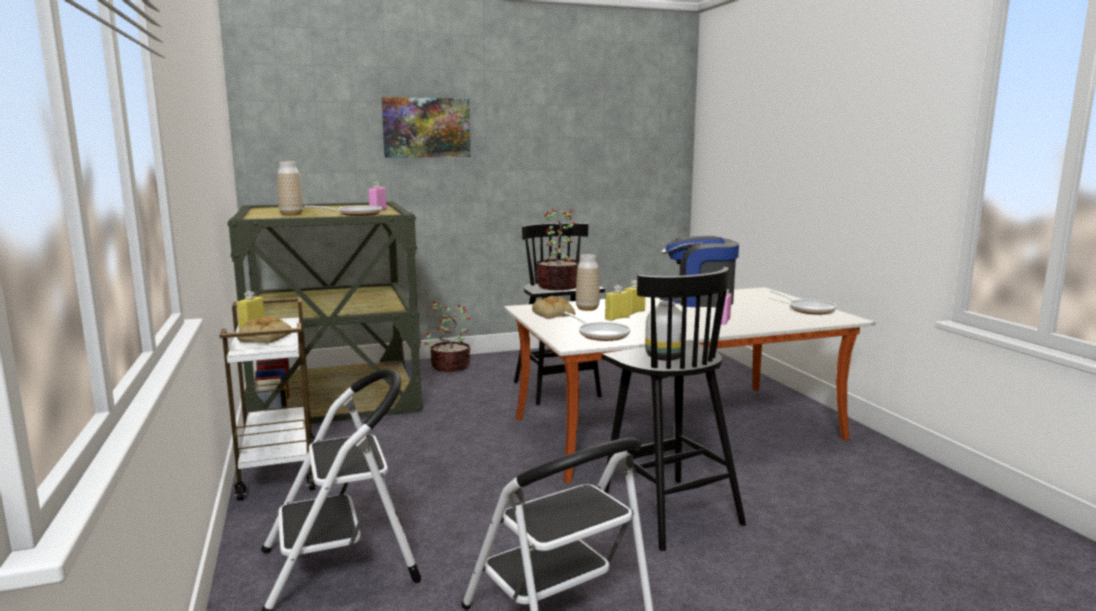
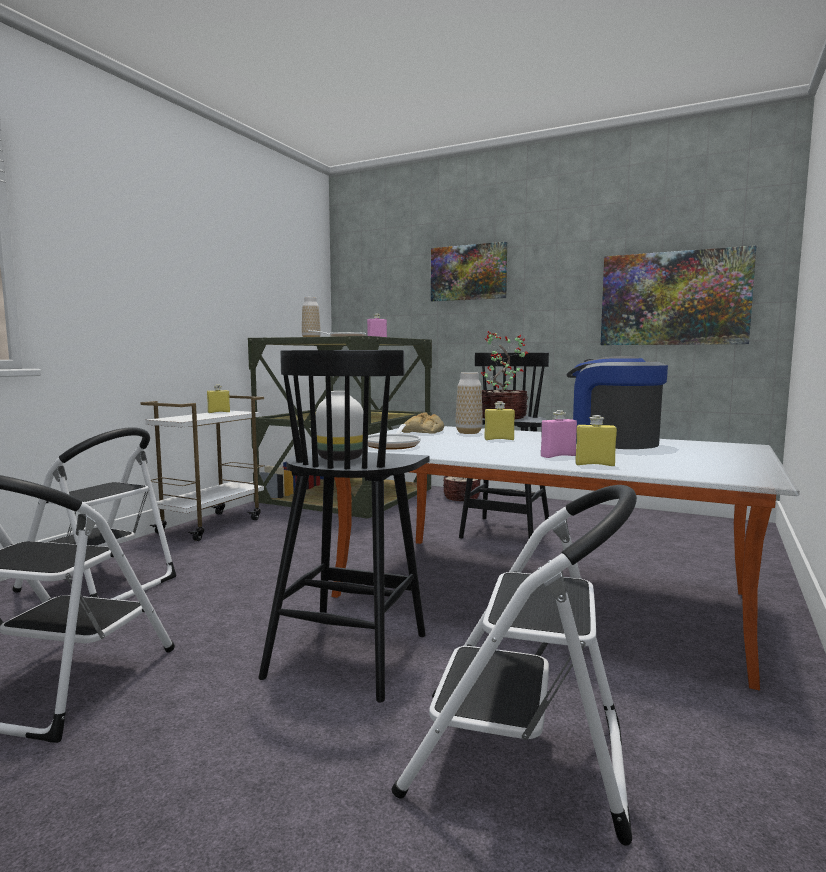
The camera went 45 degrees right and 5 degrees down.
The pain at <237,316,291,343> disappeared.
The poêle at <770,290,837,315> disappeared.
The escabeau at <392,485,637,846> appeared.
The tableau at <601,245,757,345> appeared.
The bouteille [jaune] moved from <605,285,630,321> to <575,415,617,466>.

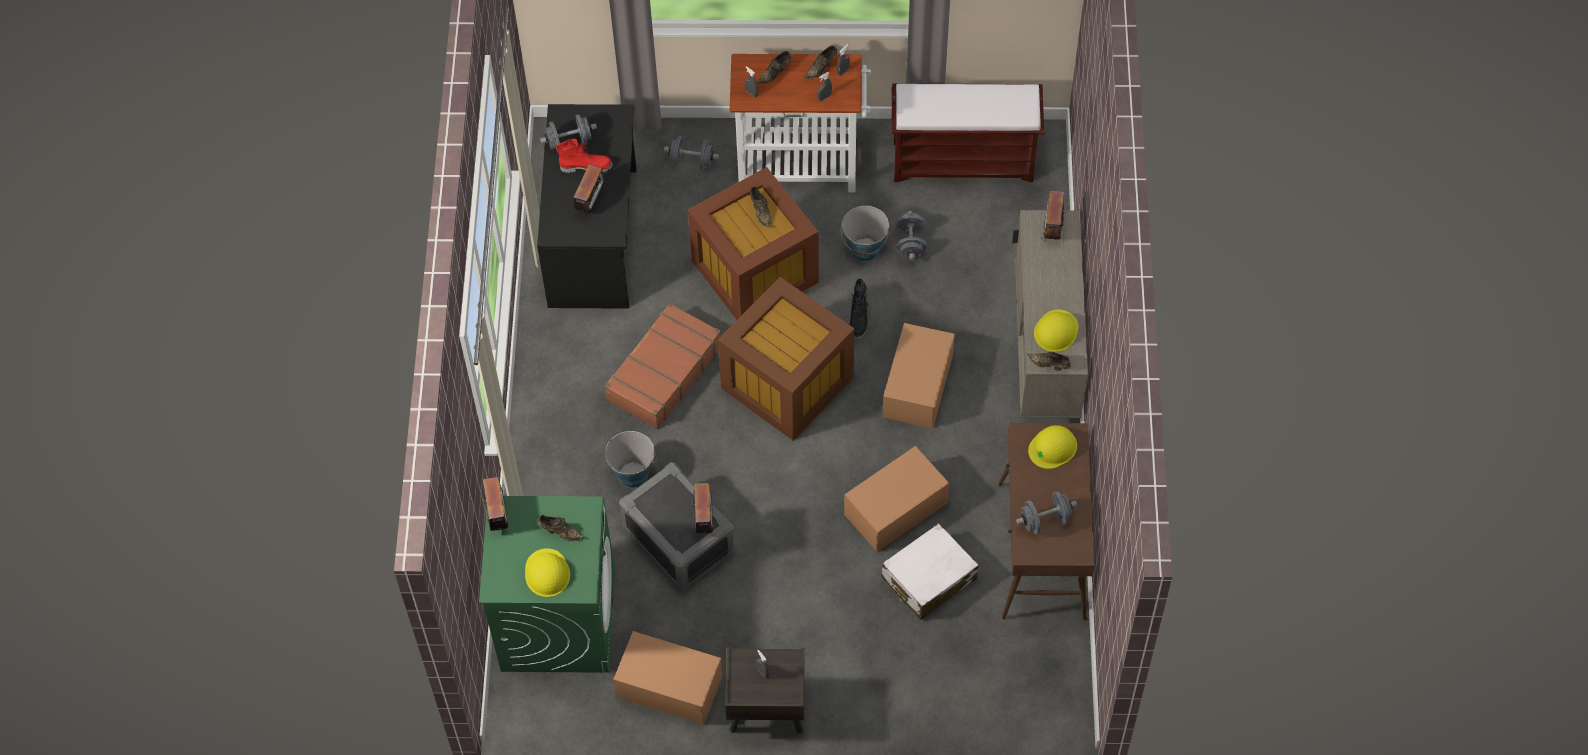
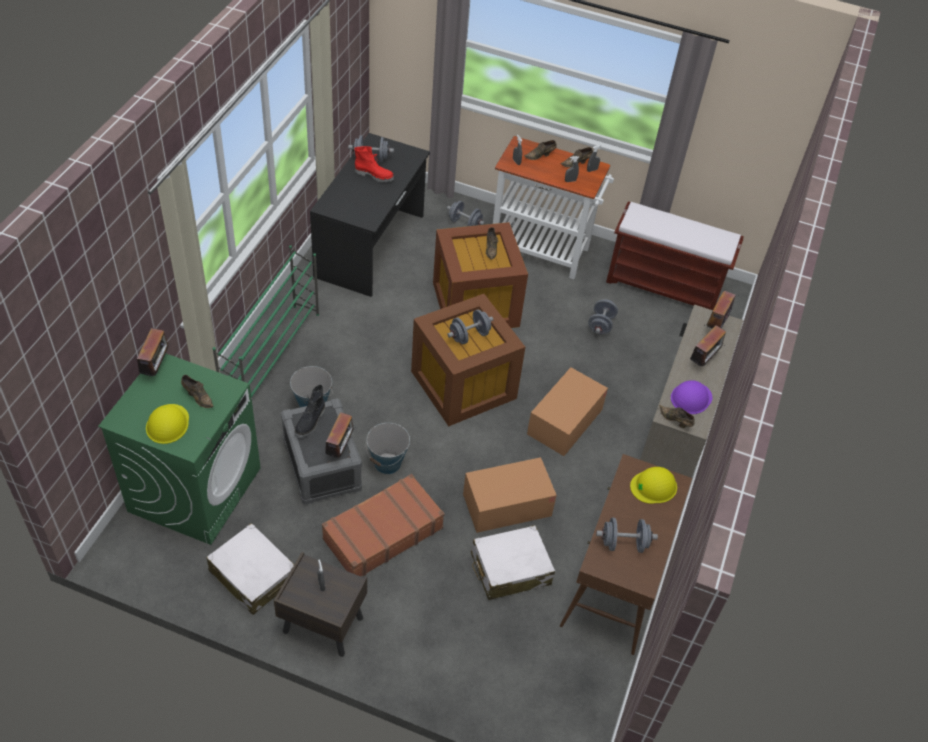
The camera went 15 degrees right and 10 degrees down.
The étagère à chaussures [vert] at <212,245,319,398> appeared.
The haltère [gris] at <447,310,493,344> appeared.
The radio moved from <574,164,605,214> to <690,325,726,367>.
The valise [marron] moved from <605,303,721,430> to <322,474,445,576>.
The seau moved from <841,206,889,262> to <366,423,410,474>.
The botte [noir] moved from <849,278,869,340> to <294,385,325,438>.
The carton at <613,631,723,725> was replaced by the valise [blanc] at <206,523,294,615>.
The casque de chantier [jaune] at <1034,310,1079,352> became the casque de chantier [violet] at <671,380,712,414>.

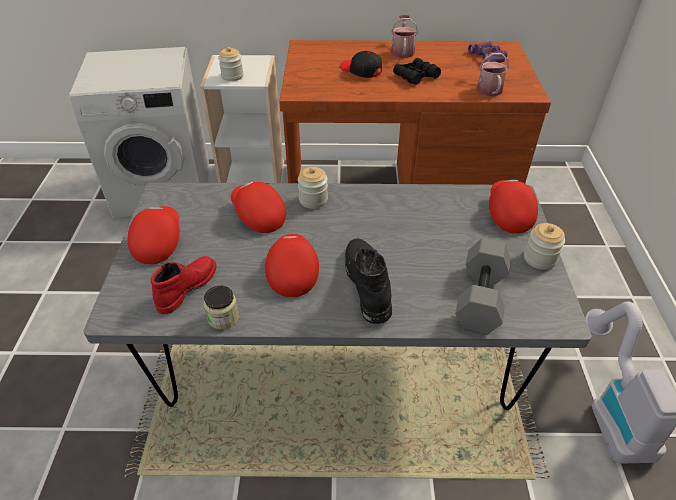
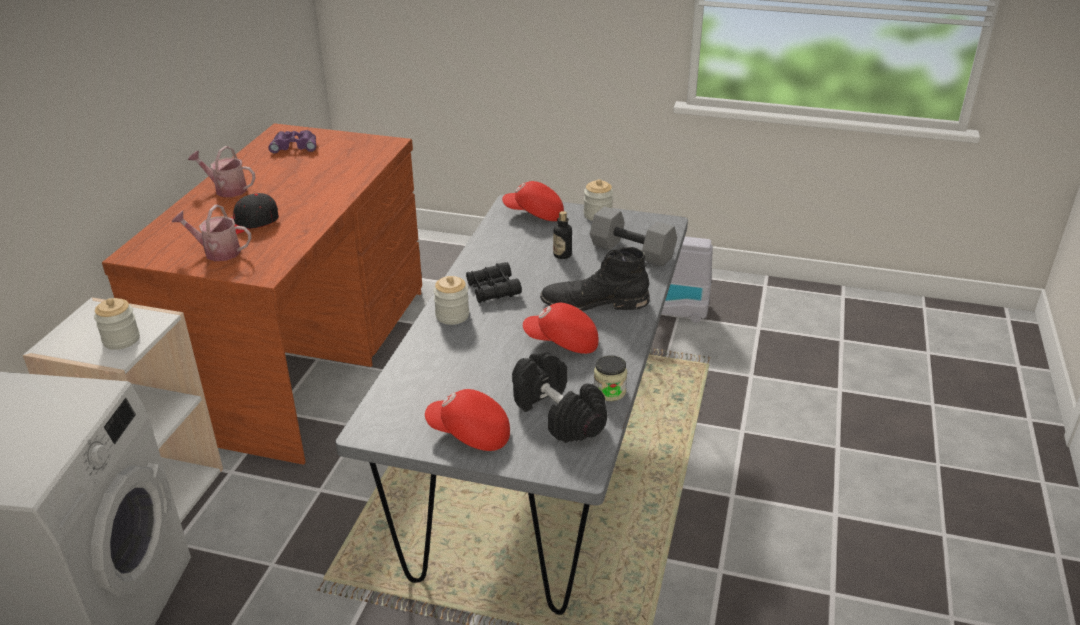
The camera went 75 degrees left and 10 degrees down.
The casquette [rouge] at <231,182,286,233> disappeared.
The bouteille at <553,211,572,259> appeared.
The jumelles [noir] moved from <393,58,441,85> to <466,262,522,303>.
The arrosoir moved from <477,48,509,96> to <172,204,252,261>.
The botte [rouge] at <151,256,217,314> was replaced by the haltère [noir] at <512,351,607,443>.

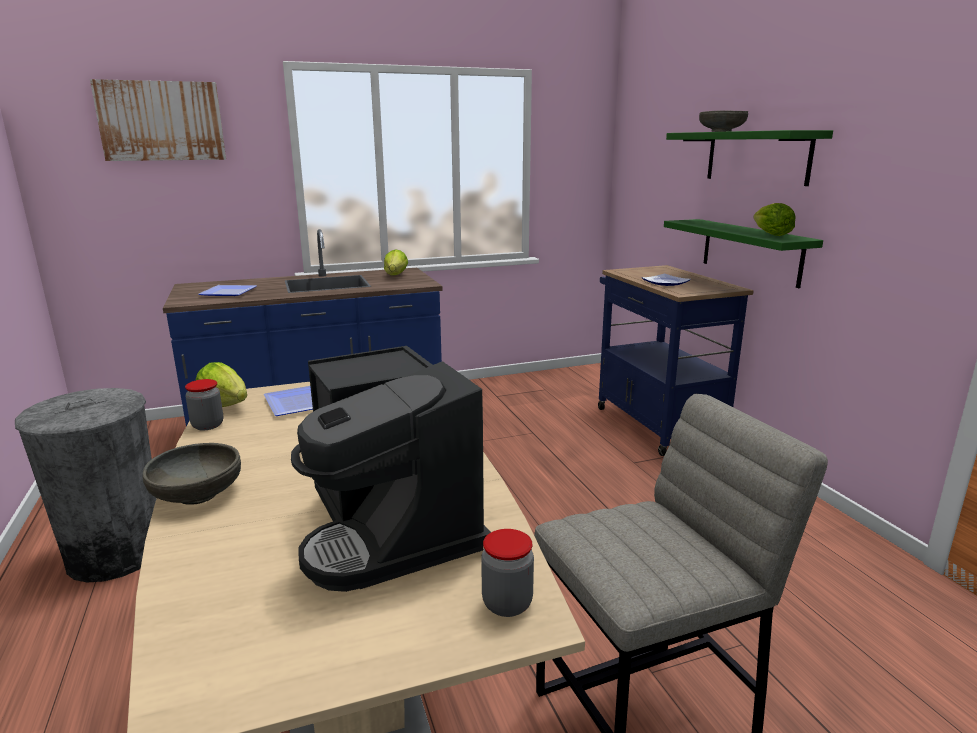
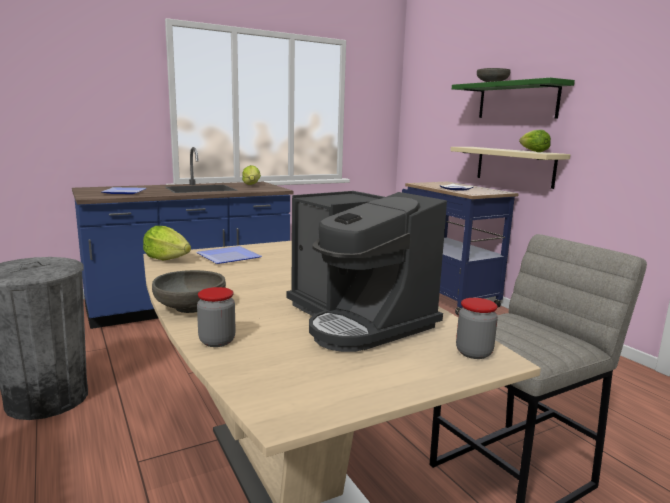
The camera went 10 degrees left and 5 degrees down.
The tableau at <90,79,226,161> disappeared.
The bocal moved from <185,379,223,431> to <197,287,236,347>.
The étagère [vert] at <664,219,823,288> became the étagère [beige] at <450,147,570,189>.

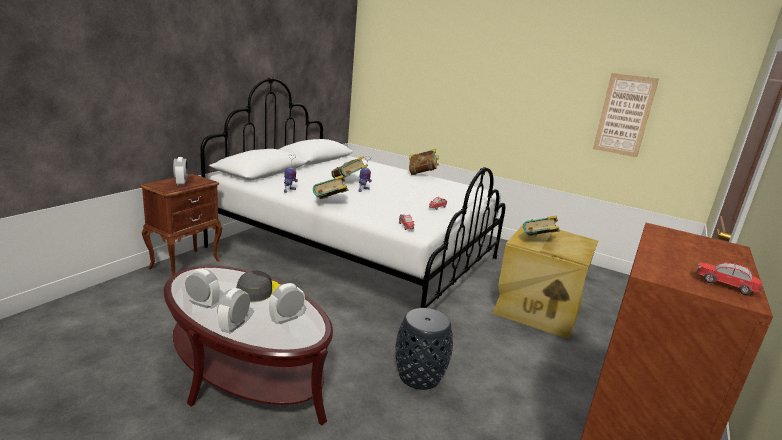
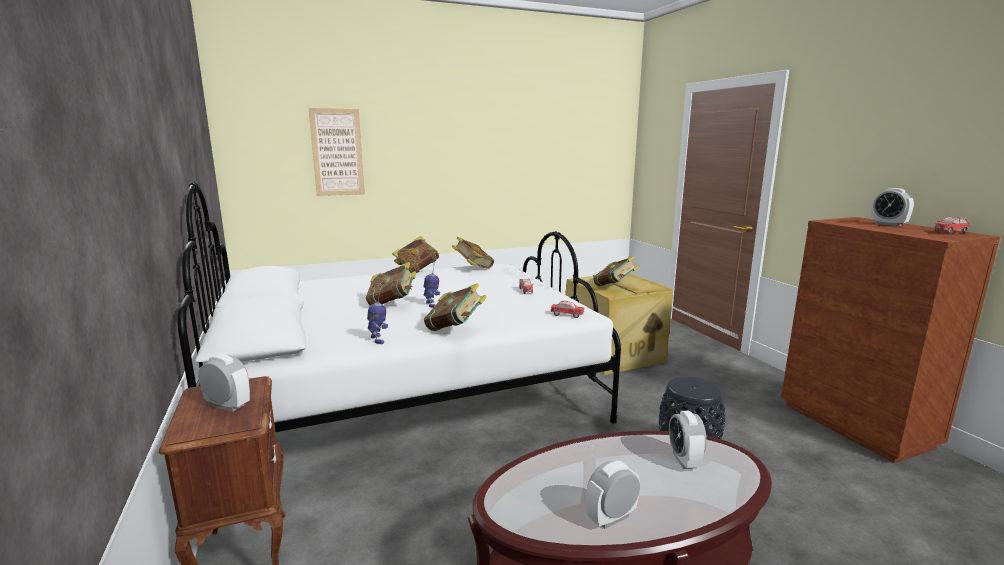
The camera went 50 degrees left and 5 degrees down.
The casquette [gris] at <236,270,280,302> disappeared.
The livre at <452,237,494,269> appeared.
The réveil moved from <217,288,250,332> to <871,188,914,226>.
The tableau moved from <593,73,659,157> to <309,108,365,196>.

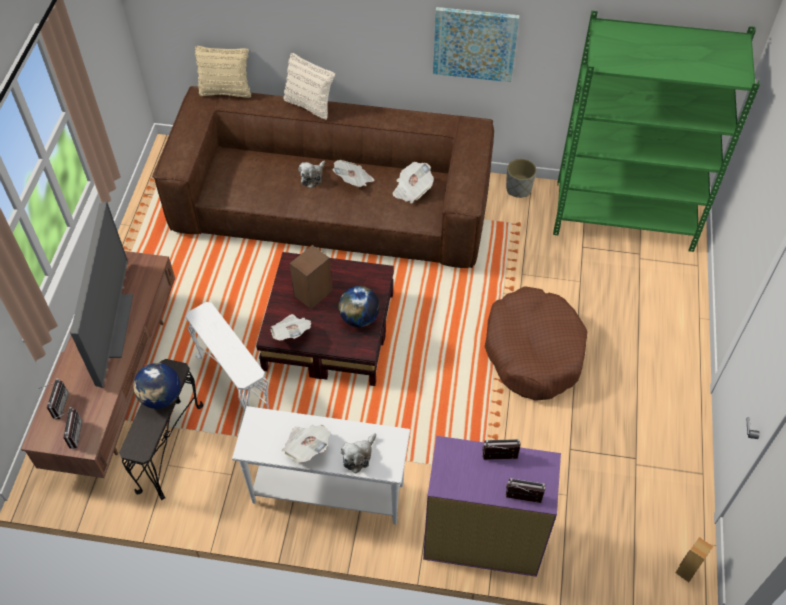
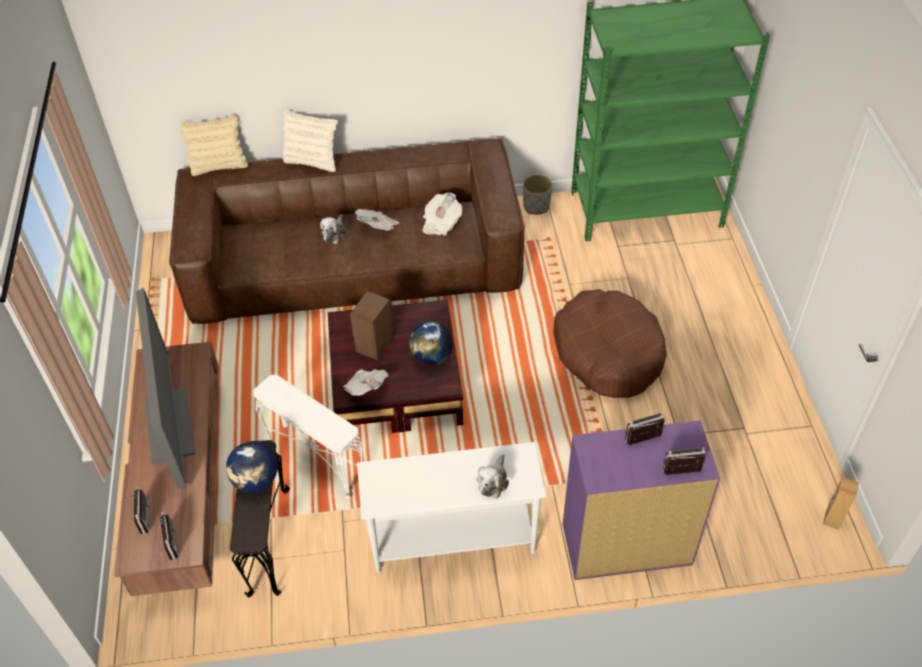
The camera went 15 degrees left and 5 degrees down.
The journal at <282,425,331,462> disappeared.
The tableau at <433,7,520,82> disappeared.

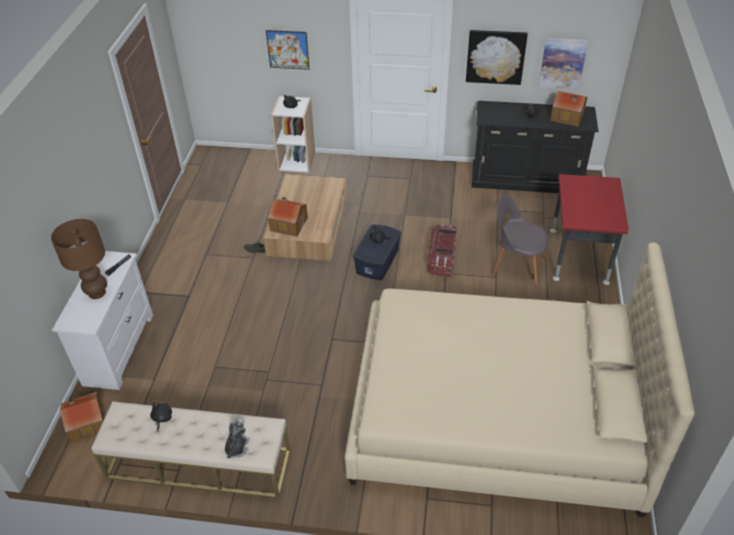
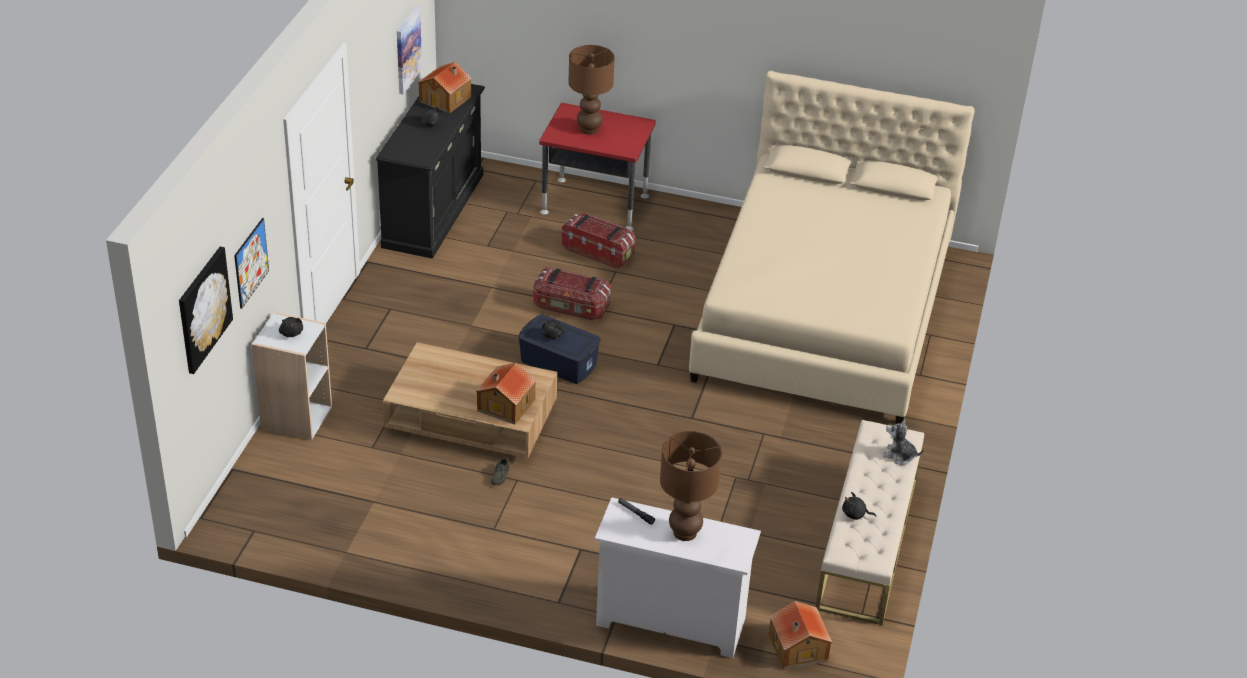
The camera went 85 degrees left and 5 degrees down.
The lampe de table [marron] at <568,45,615,135> appeared.
The tableau moved from <466,30,528,85> to <179,247,233,374>.
The chaise [gris] at <493,194,549,285> was replaced by the boîte de rangement at <562,213,635,269>.

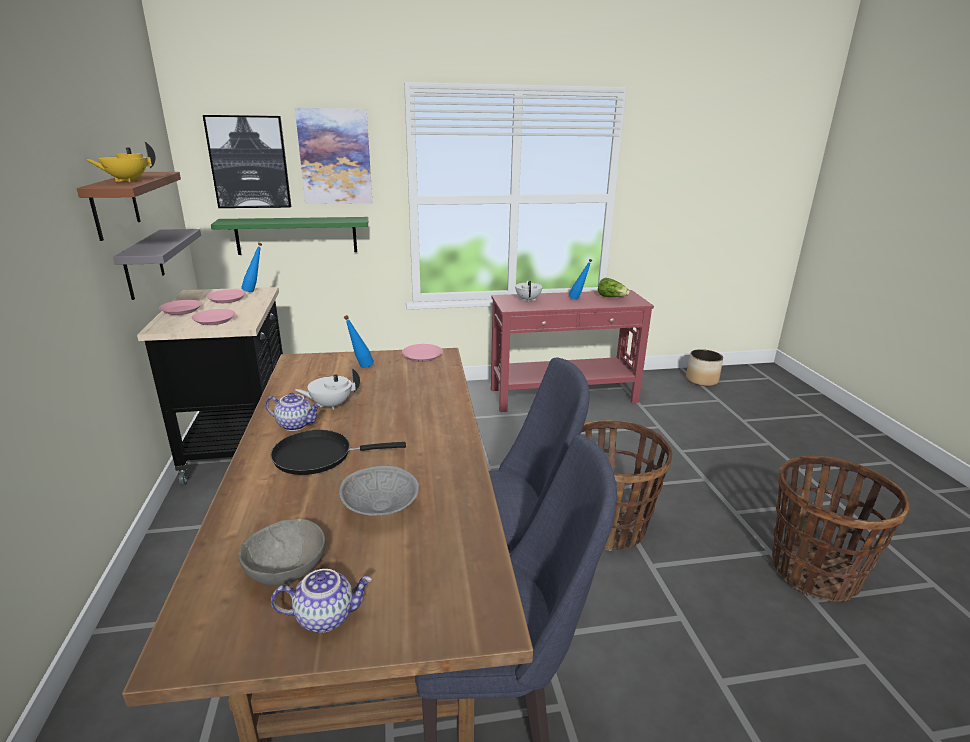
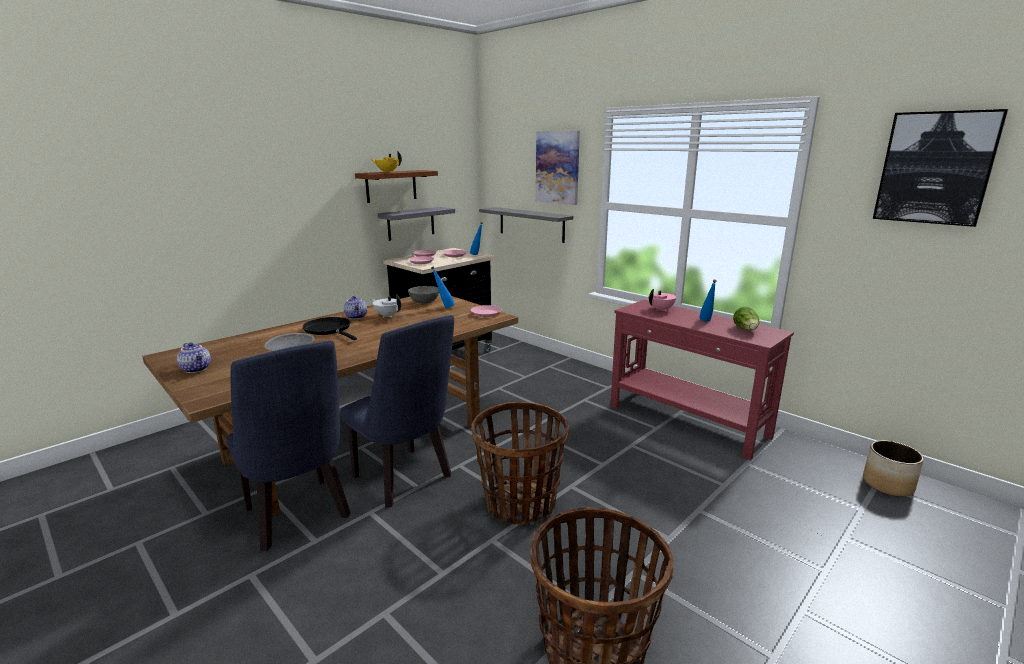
The camera went 55 degrees right and 5 degrees down.
The tableau moved from <203,115,291,208> to <873,109,1008,227>.
The bol [gris] moved from <238,519,326,586> to <408,286,439,303>.
The étagère [vert] at <211,217,368,255> became the étagère [gris] at <479,207,573,243>.
The théière [blanc] at <515,281,542,302> became the théière [rose] at <648,289,676,312>.

